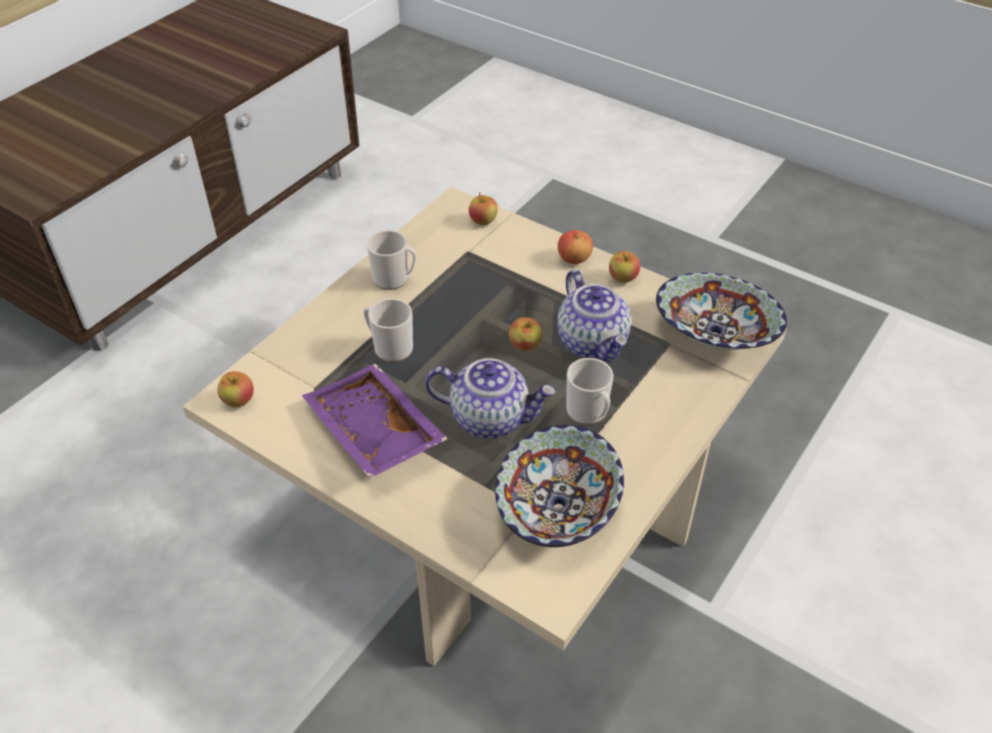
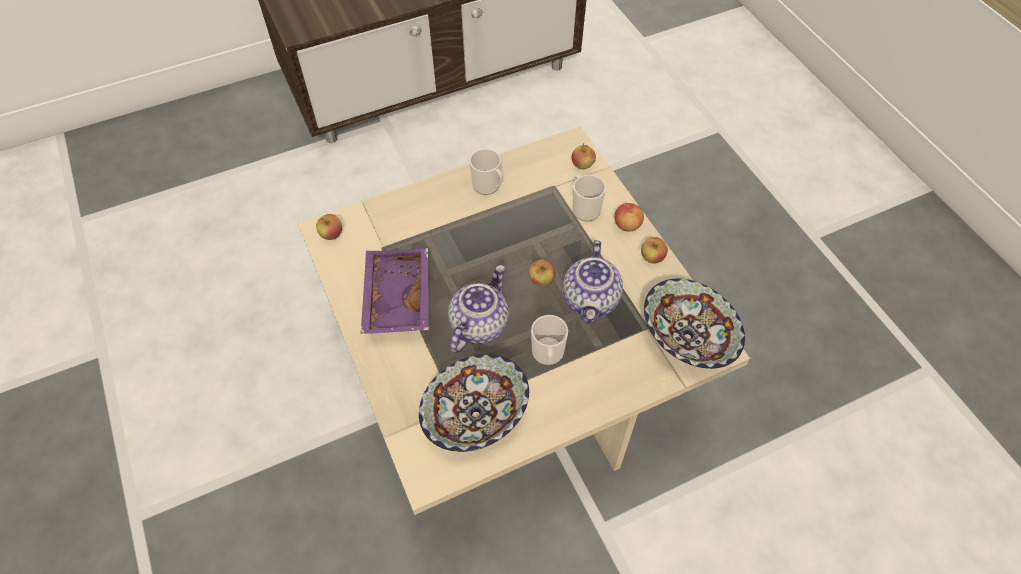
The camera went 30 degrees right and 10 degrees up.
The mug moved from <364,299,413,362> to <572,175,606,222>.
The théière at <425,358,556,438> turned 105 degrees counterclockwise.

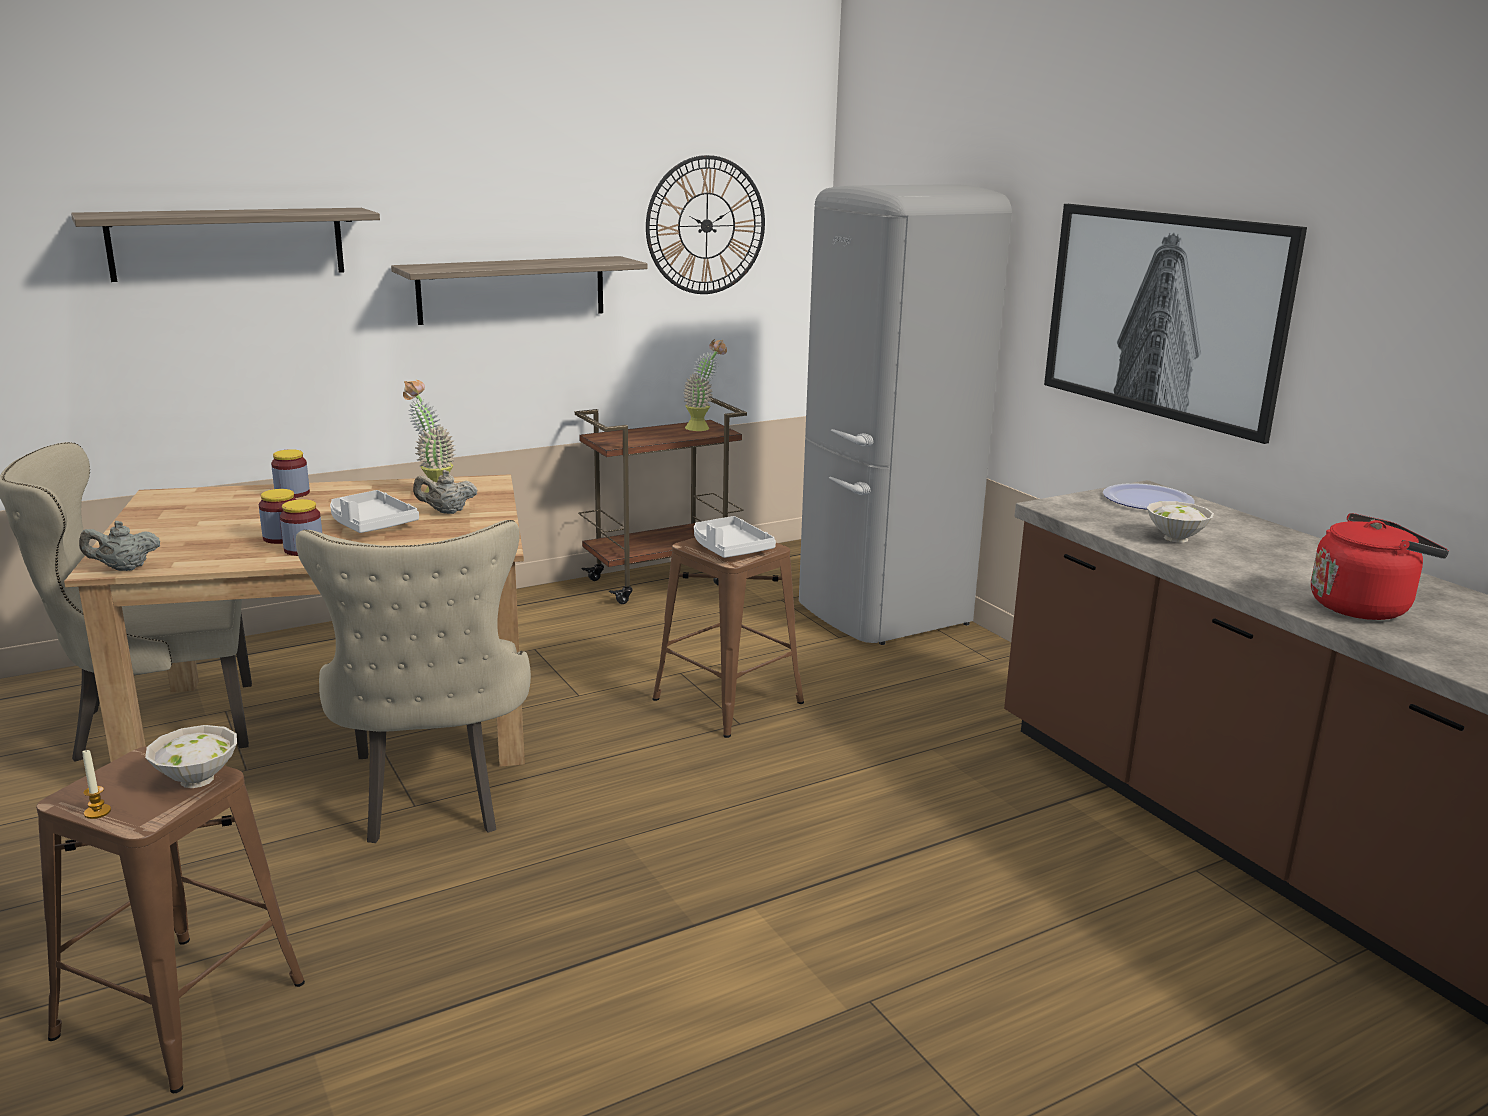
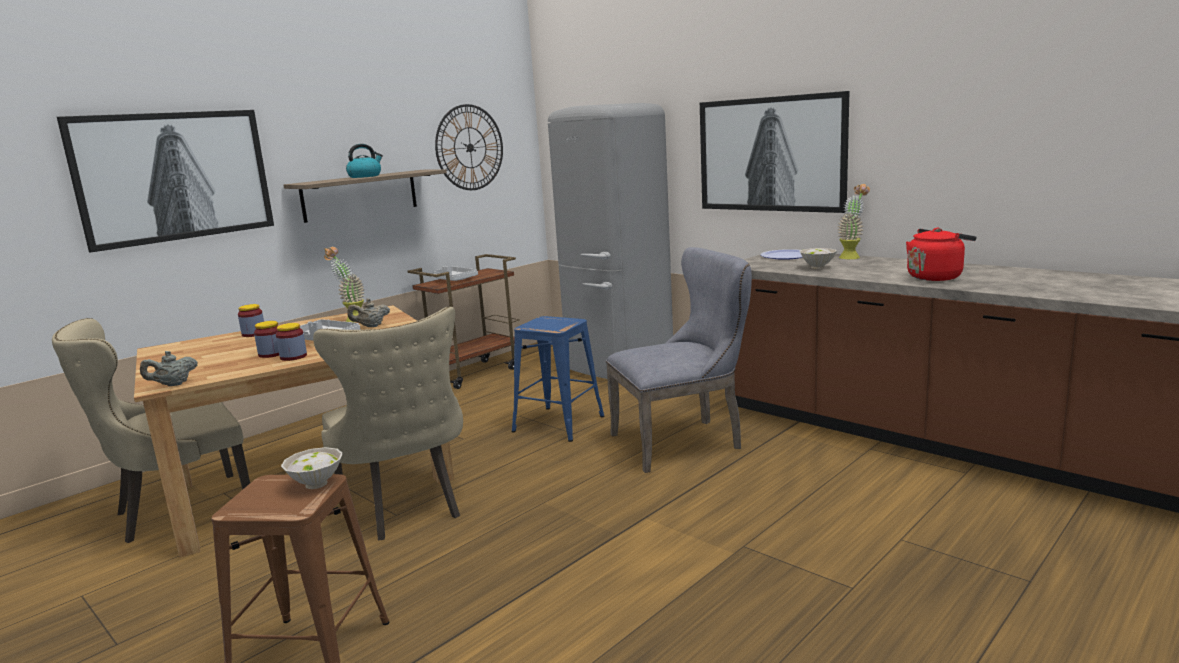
The camera went 15 degrees left and 5 degrees down.
The bougie at <82,749,111,819> disappeared.
The bouilloire at <346,144,383,178> appeared.
The chaise [gris] at <606,247,752,473> appeared.
The plante en pot moved from <683,339,727,431> to <837,184,870,259>.
The plateau [gris] moved from <694,516,776,558> to <433,266,478,281>.
The étagère at <71,208,380,282> was replaced by the tableau at <57,110,274,253>.
The tabouret [marron] at <652,538,804,738> became the tabouret [bleu] at <512,316,605,442>.

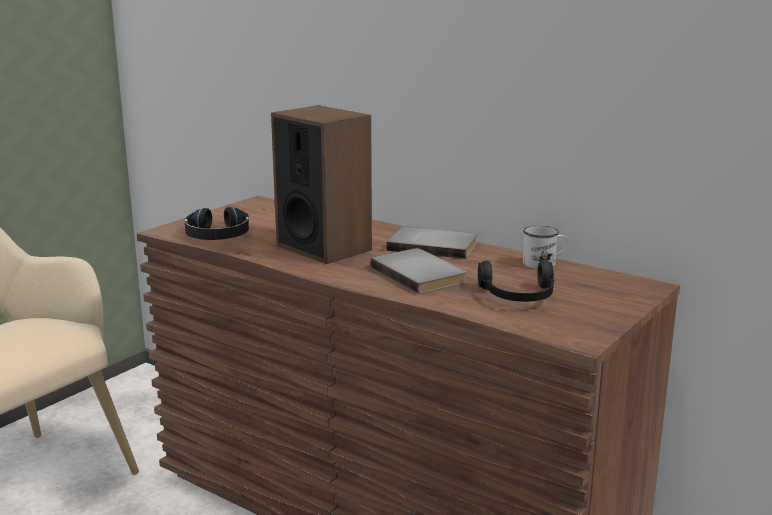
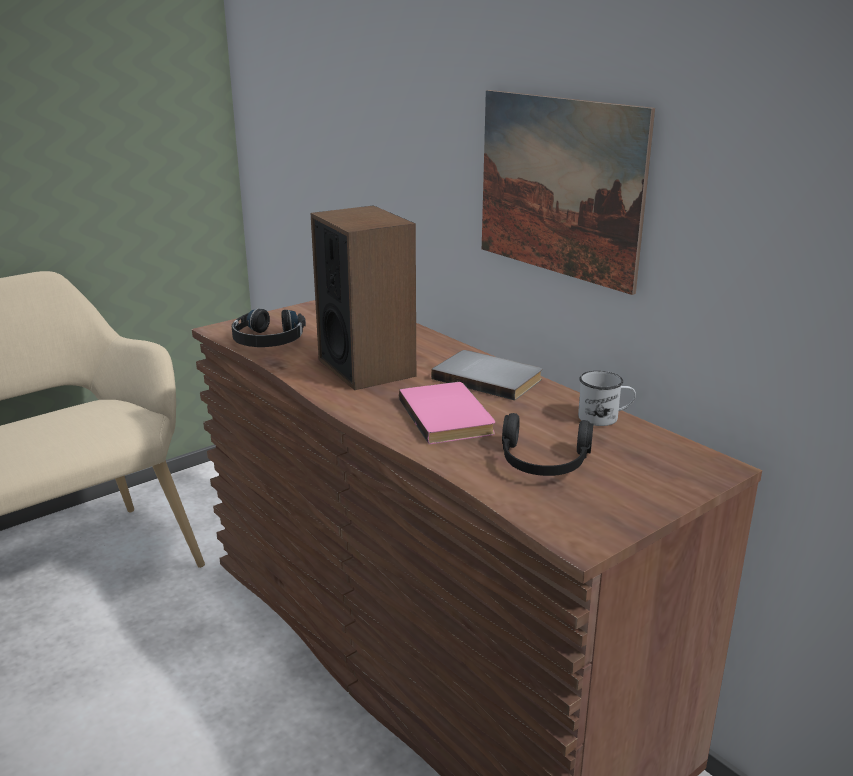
The camera went 15 degrees right and 5 degrees up.
The tableau at <482,90,655,295> appeared.
The livre [gris] at <370,248,467,294> became the livre [rose] at <399,382,495,444>.

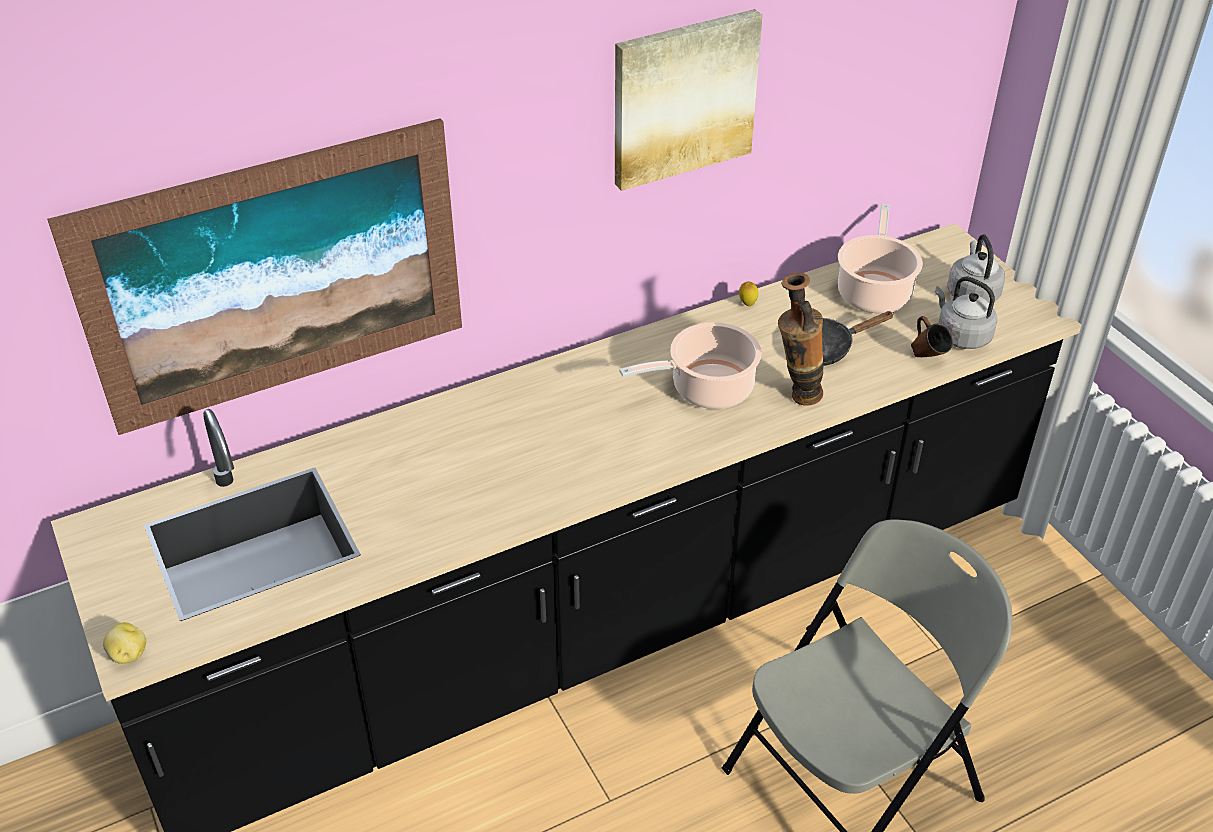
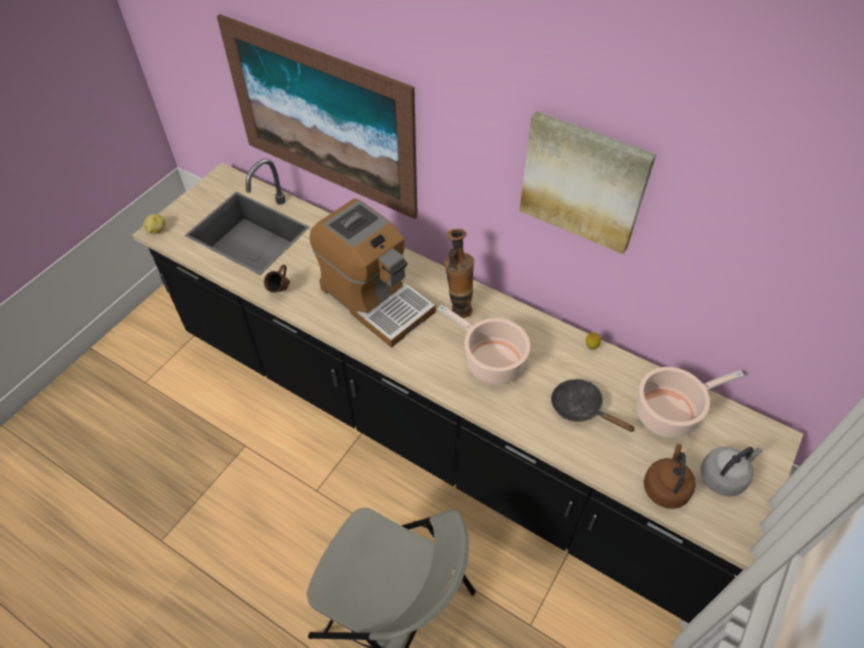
The camera went 60 degrees right and 10 degrees up.
The machine à café at <310,198,436,348> appeared.
The vase moved from <778,273,824,406> to <444,229,474,318>.
The mug [marron] moved from <911,316,953,357> to <264,265,290,293>.
The bouilloire [gris] at <935,276,997,349> became the bouilloire [marron] at <644,444,696,509>.

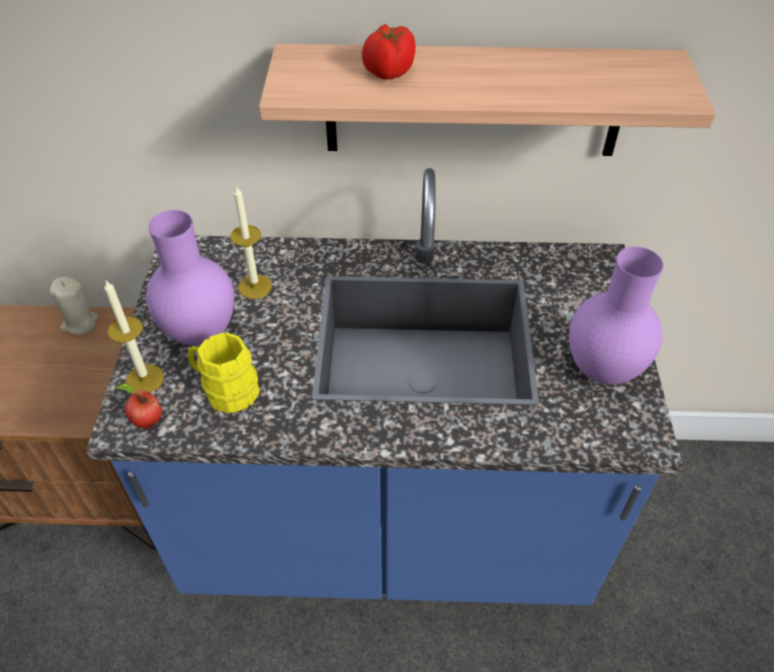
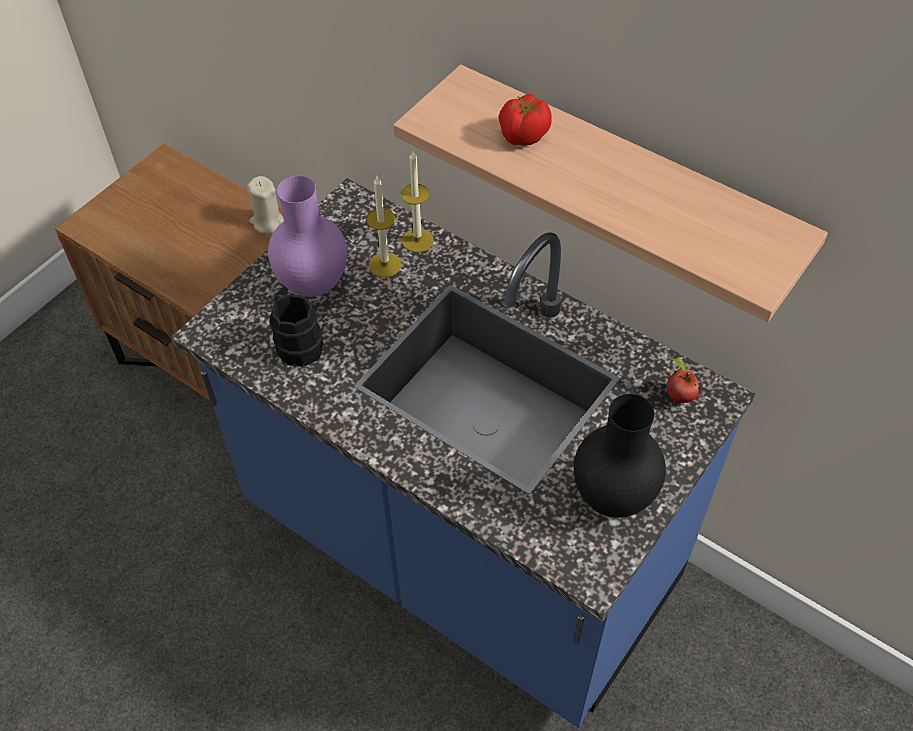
The camera went 35 degrees right and 5 degrees up.
The bougie moved from <104,279,164,393> to <401,150,434,252>.
The pomme moved from <114,383,162,429> to <667,358,700,404>.
The mug [jaune] at <188,333,260,413> became the mug [noir] at <269,294,323,367>.
The vase [violet] at <569,246,664,385> became the vase [noir] at <574,394,666,518>.

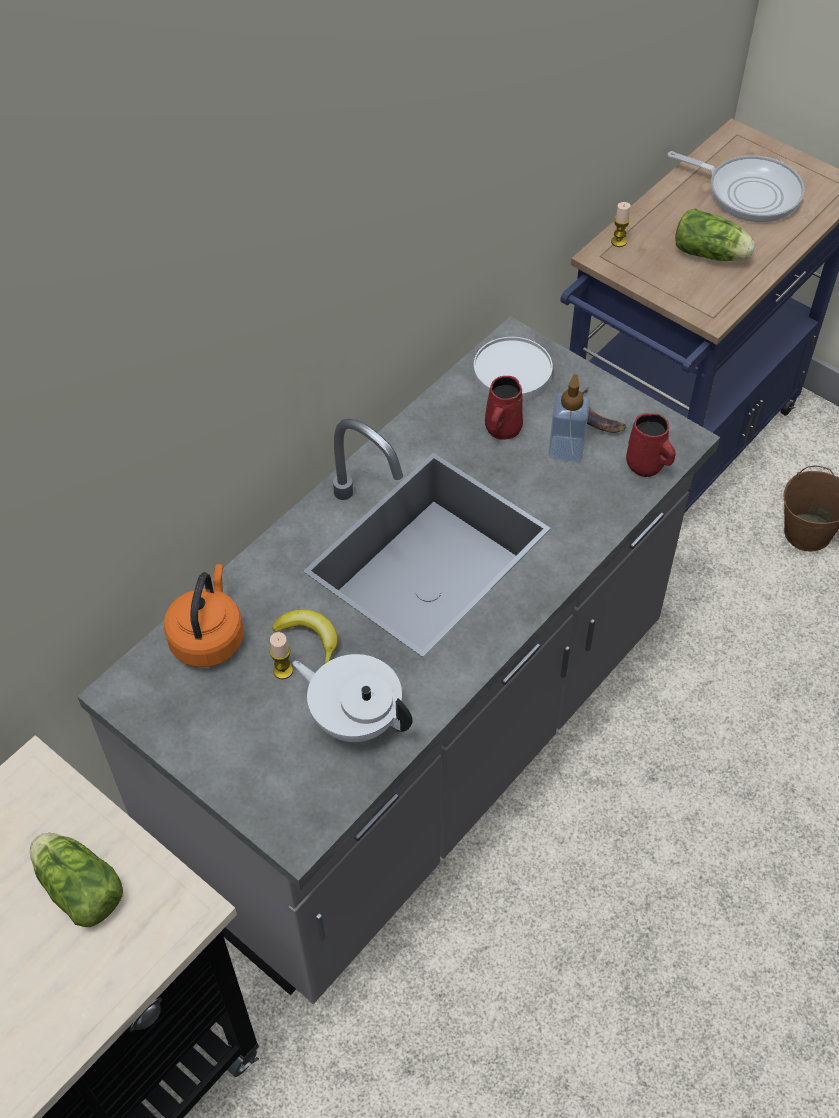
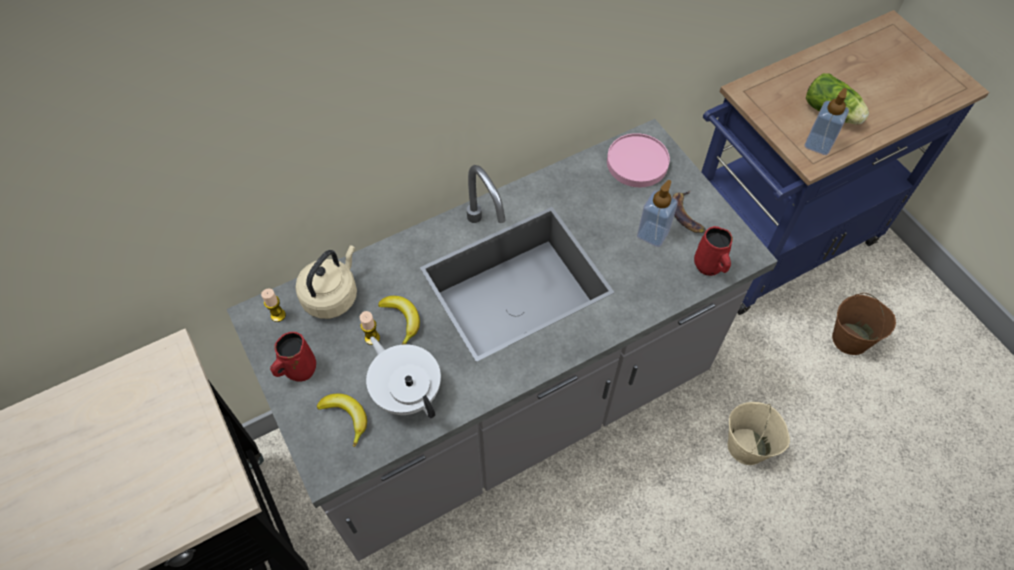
The camera went 20 degrees right and 5 degrees up.
The laitue at <30,833,123,927> disappeared.
The poêle at <668,151,805,222> disappeared.
The banane at <317,394,367,447> appeared.
The seau [beige] at <727,402,790,465> appeared.
The distributeur de savon at <805,88,849,155> appeared.
The mug [rouge] moved from <485,376,523,440> to <270,332,316,382>.
The bougie moved from <611,202,631,247> to <261,289,286,322>.
The bouilloire [orange] at <164,564,243,667> became the bouilloire [beige] at <295,245,357,319>.
The assiette [blanc] at <473,337,553,402> became the assiette [rose] at <607,133,670,187>.

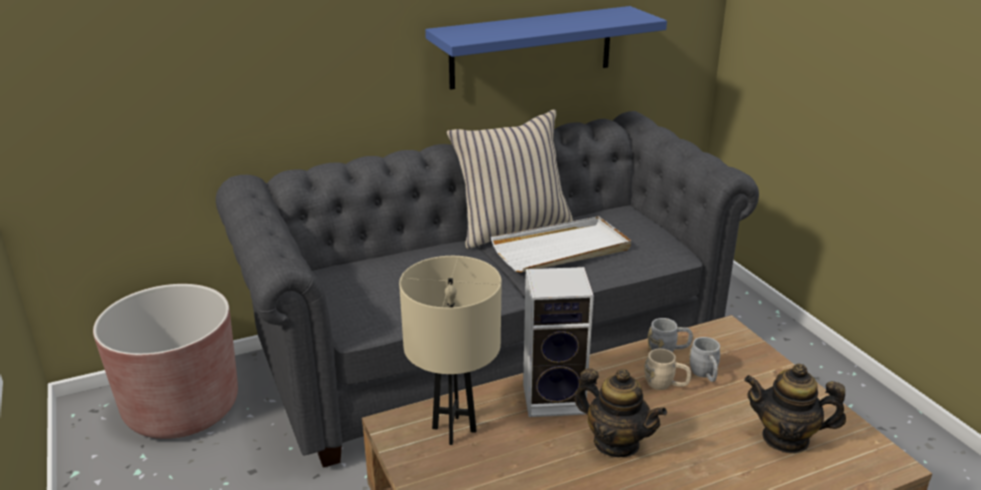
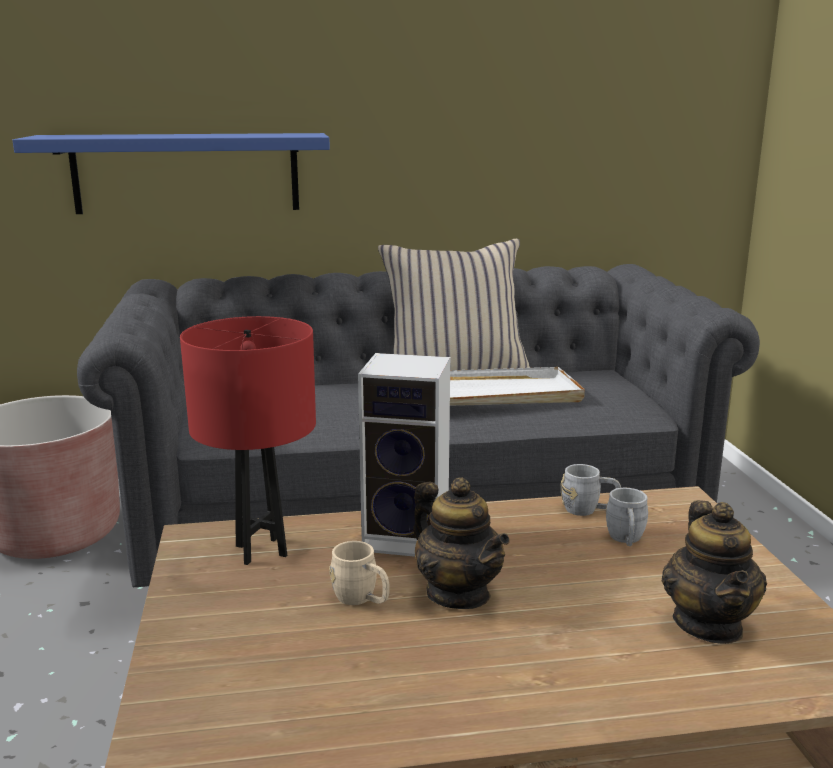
The camera went 15 degrees right and 10 degrees down.
The étagère [bleu] moved from <425,6,667,90> to <13,133,330,214>.
The mug [beige] moved from <644,349,691,390> to <329,541,390,605>.
The lampe de table [beige] at <399,256,502,445> became the lampe de table [rouge] at <180,316,316,565>.
The théière at <744,364,846,454> turned 120 degrees counterclockwise.

